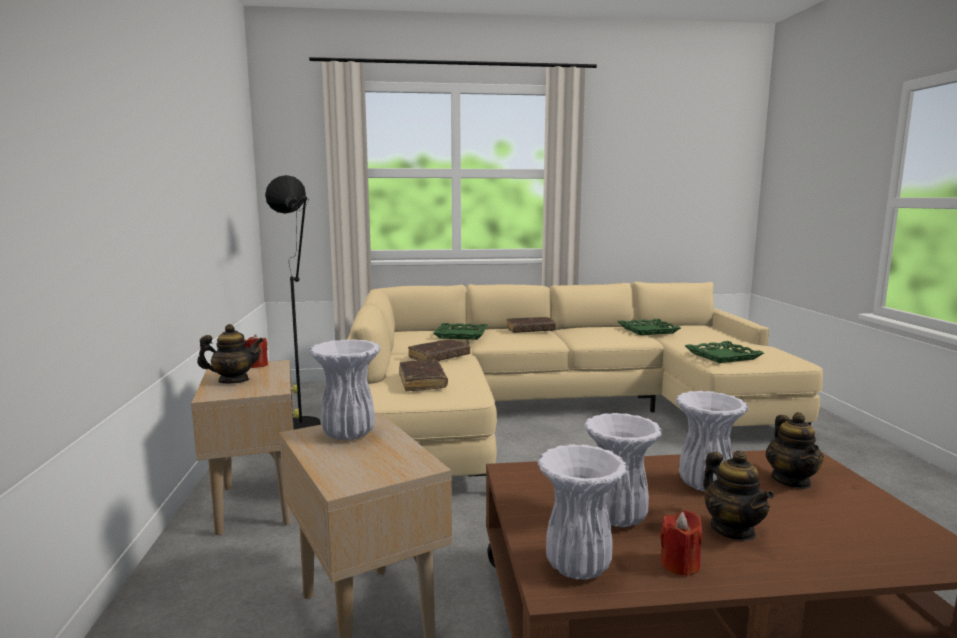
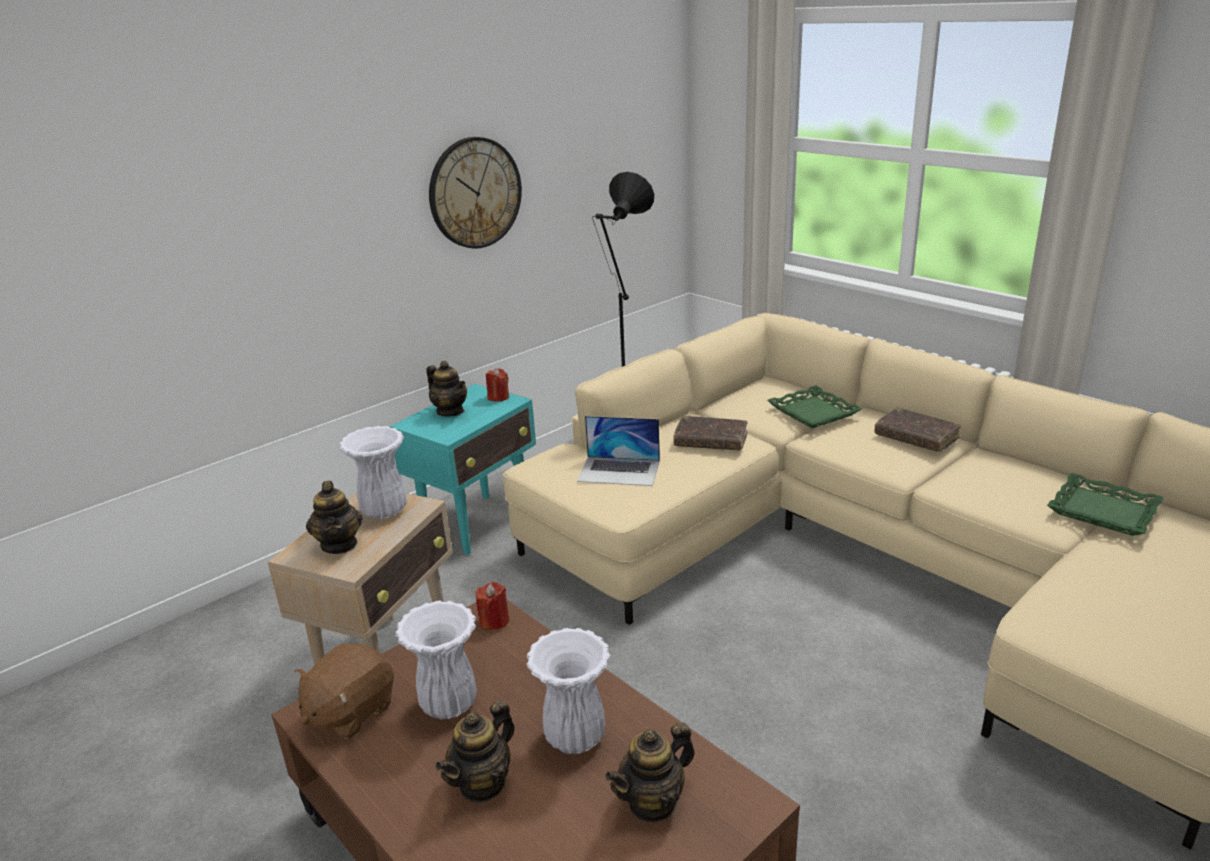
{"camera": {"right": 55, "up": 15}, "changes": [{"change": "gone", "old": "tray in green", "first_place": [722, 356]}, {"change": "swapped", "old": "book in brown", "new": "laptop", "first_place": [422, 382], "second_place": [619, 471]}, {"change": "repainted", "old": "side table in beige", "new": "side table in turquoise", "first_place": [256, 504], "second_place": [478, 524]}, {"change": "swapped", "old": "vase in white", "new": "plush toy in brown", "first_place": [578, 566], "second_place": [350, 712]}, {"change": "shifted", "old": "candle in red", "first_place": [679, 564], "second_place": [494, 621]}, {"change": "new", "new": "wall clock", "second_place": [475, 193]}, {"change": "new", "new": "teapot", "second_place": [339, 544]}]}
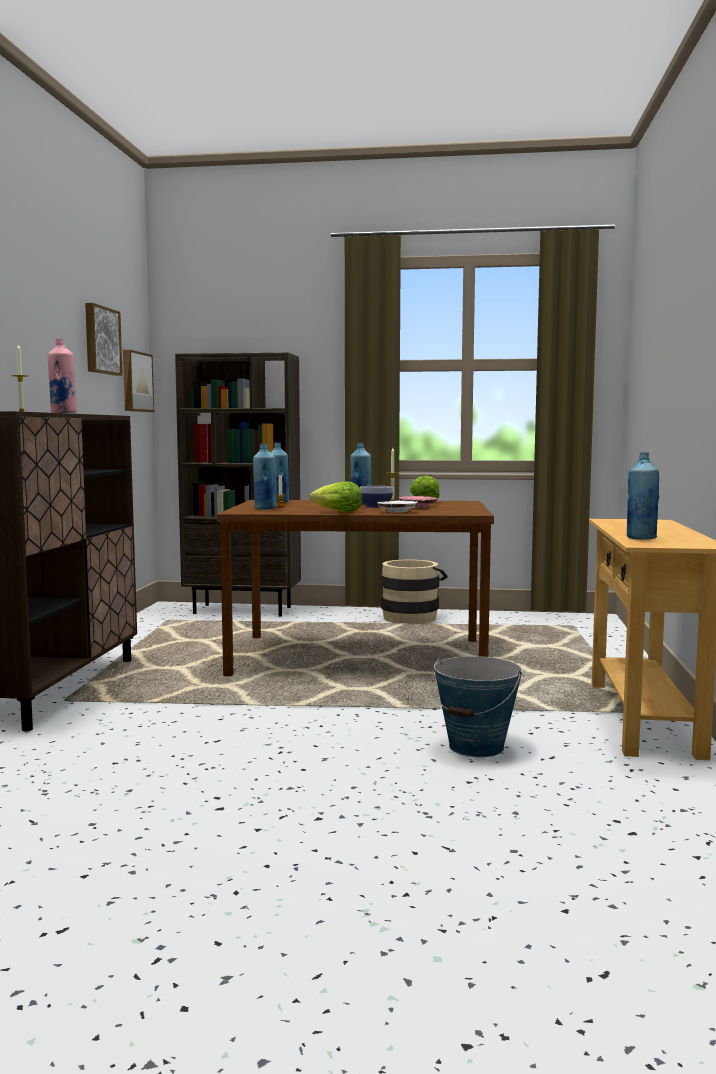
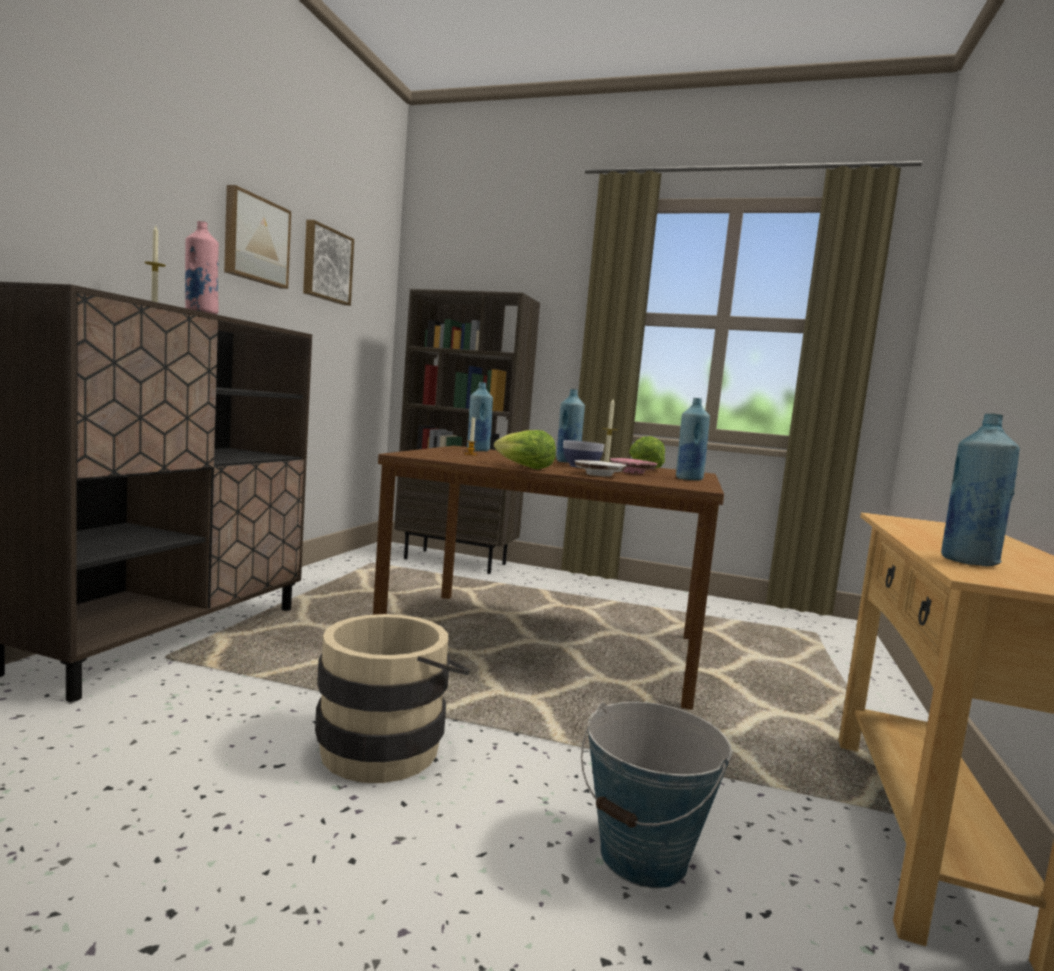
{"camera": {"right": 10, "up": 0}, "changes": [{"change": "shifted", "old": "picture", "first_place": [135, 382], "second_place": [255, 240]}, {"change": "shifted", "old": "bottle in blue", "first_place": [265, 508], "second_place": [688, 479]}, {"change": "shifted", "old": "bucket in beige", "first_place": [411, 617], "second_place": [389, 745]}]}
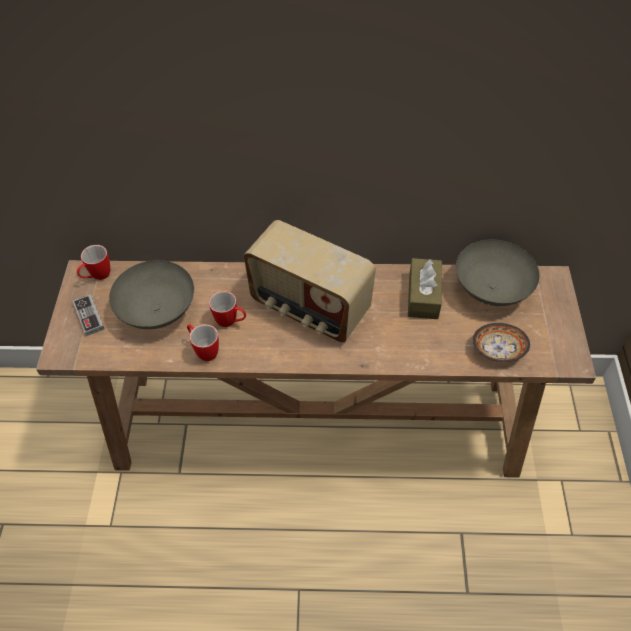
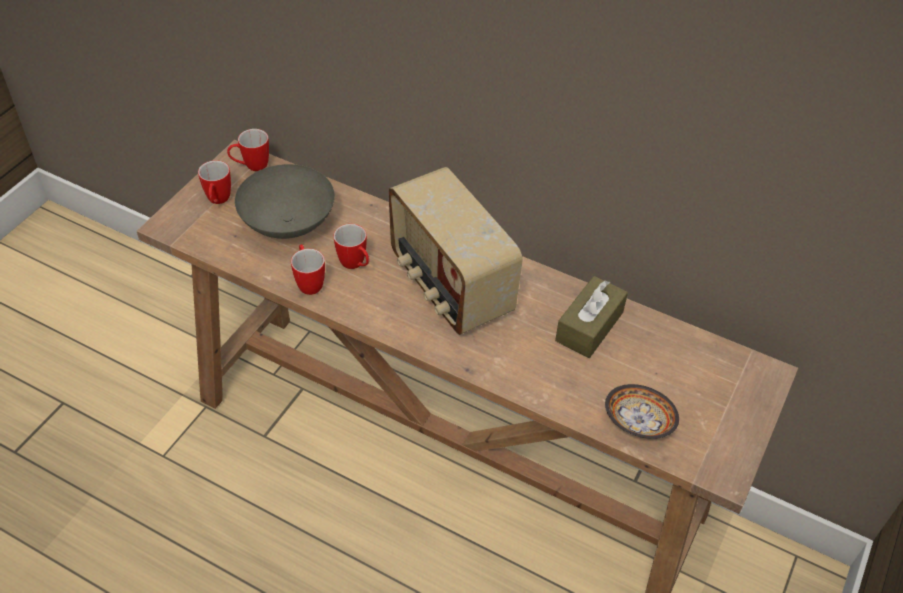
{"camera": {"right": 25, "up": -5}, "changes": [{"change": "gone", "old": "bowl in grey", "first_place": [492, 290]}, {"change": "swapped", "old": "game controller", "new": "mug", "first_place": [89, 316], "second_place": [218, 201]}]}
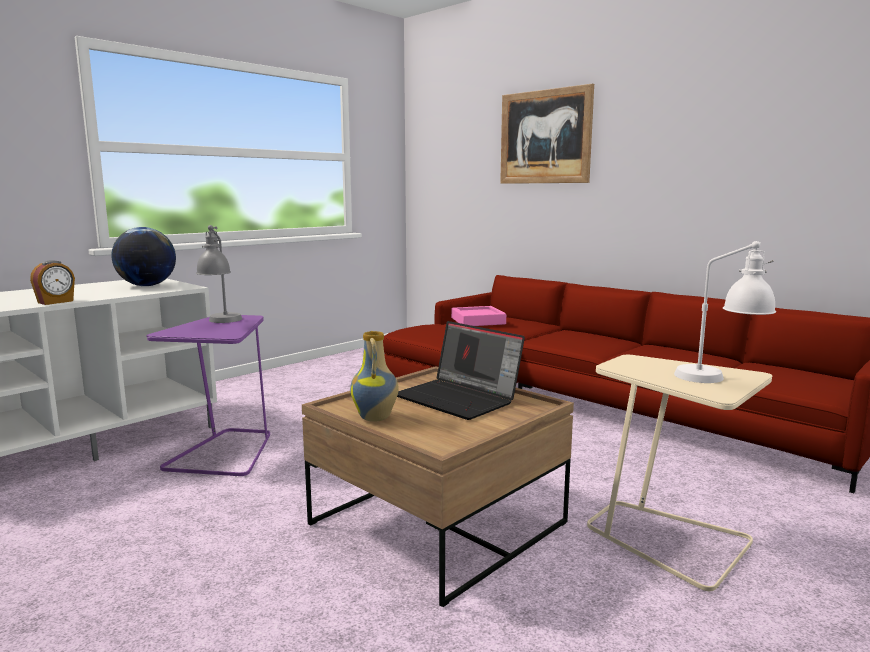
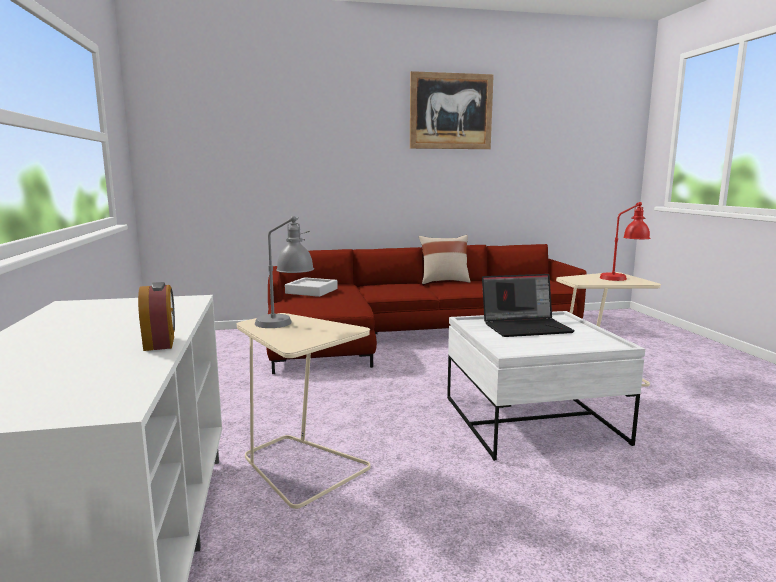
{"camera": {"right": -55, "up": 0}, "changes": [{"change": "shifted", "old": "picture", "first_place": [545, 137], "second_place": [451, 111]}, {"change": "gone", "old": "globe", "first_place": [147, 286]}, {"change": "repainted", "old": "table lamp in white", "new": "table lamp in red", "first_place": [720, 380], "second_place": [622, 277]}, {"change": "repainted", "old": "tray in pink", "new": "tray in grey", "first_place": [478, 321], "second_place": [311, 291]}, {"change": "repainted", "old": "side table in purple", "new": "side table in beige", "first_place": [225, 453], "second_place": [301, 467]}, {"change": "gone", "old": "vase", "first_place": [376, 418]}, {"change": "repainted", "old": "coffee table in brown", "new": "coffee table in white", "first_place": [438, 523], "second_place": [531, 420]}, {"change": "new", "new": "pillow in beige", "second_place": [444, 281]}]}
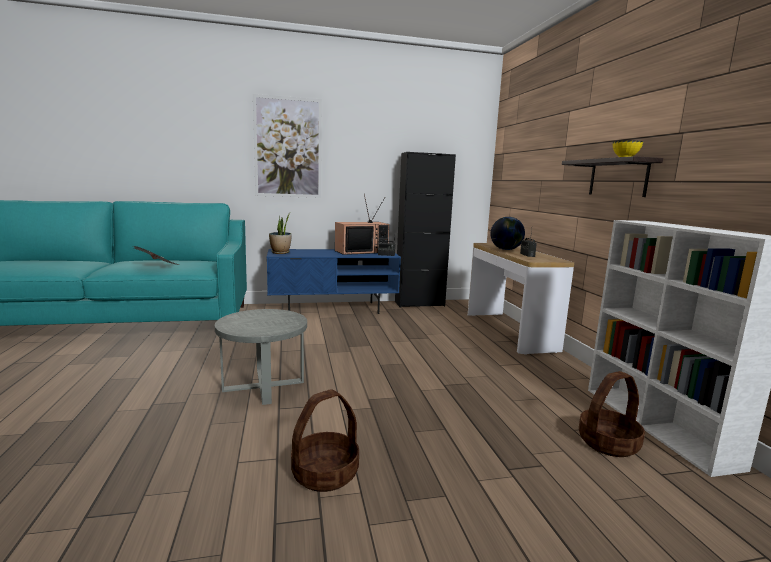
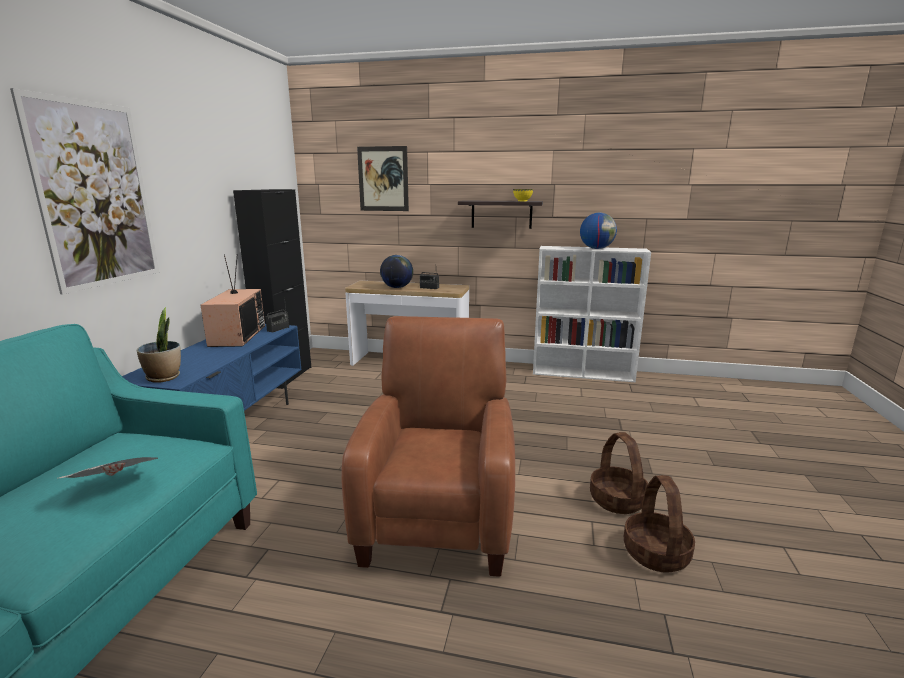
{"camera": {"right": -65, "up": 5}, "changes": [{"change": "swapped", "old": "side table in grey", "new": "armchair in brown", "first_place": [263, 385], "second_place": [439, 513]}, {"change": "shifted", "old": "basket", "first_place": [608, 443], "second_place": [656, 553]}, {"change": "new", "new": "picture", "second_place": [383, 179]}, {"change": "new", "new": "globe", "second_place": [596, 248]}]}
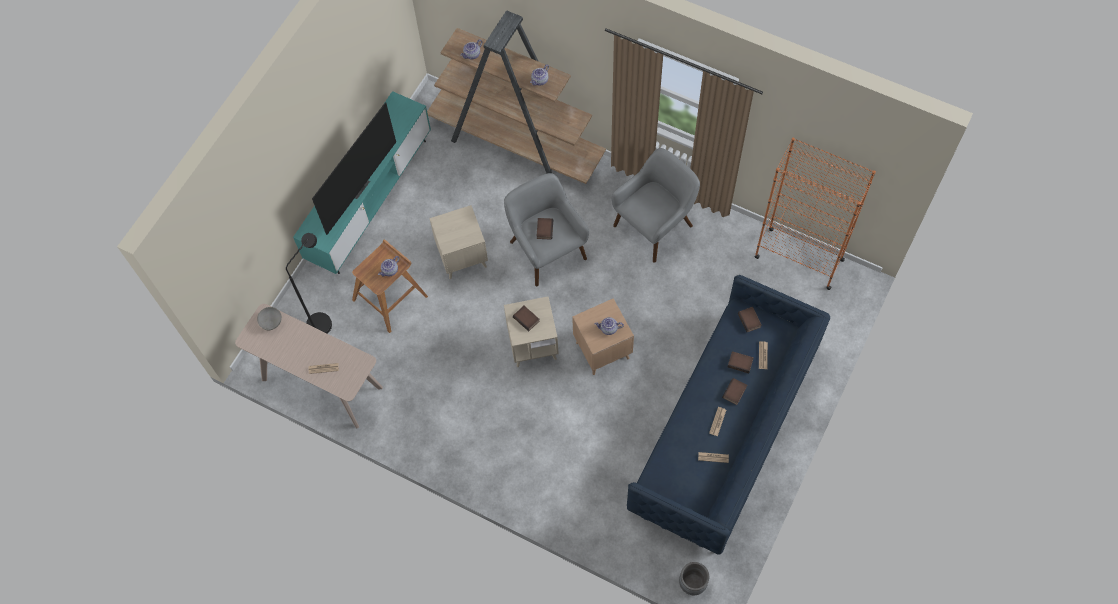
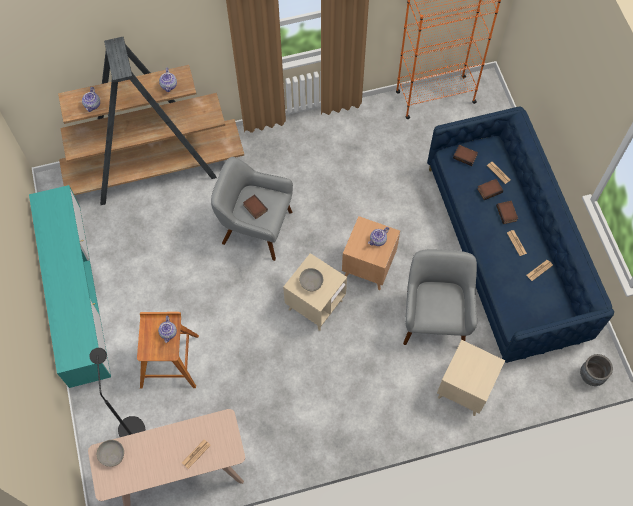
{"camera": {"right": -45, "up": 0}, "changes": [{"change": "gone", "old": "television", "first_place": [357, 186]}, {"change": "shifted", "old": "armchair in grey", "first_place": [654, 226], "second_place": [434, 317]}, {"change": "shifted", "old": "side table in beige", "first_place": [462, 257], "second_place": [464, 389]}, {"change": "swapped", "old": "book", "new": "bowl in grey", "first_place": [527, 319], "second_place": [311, 282]}]}
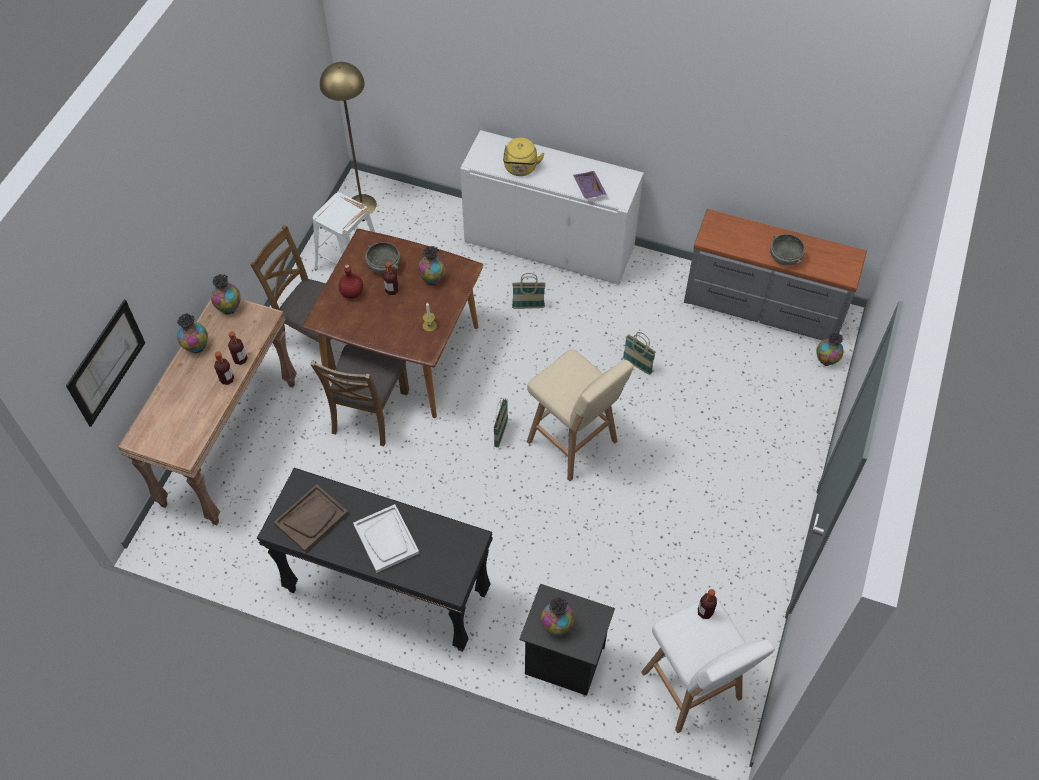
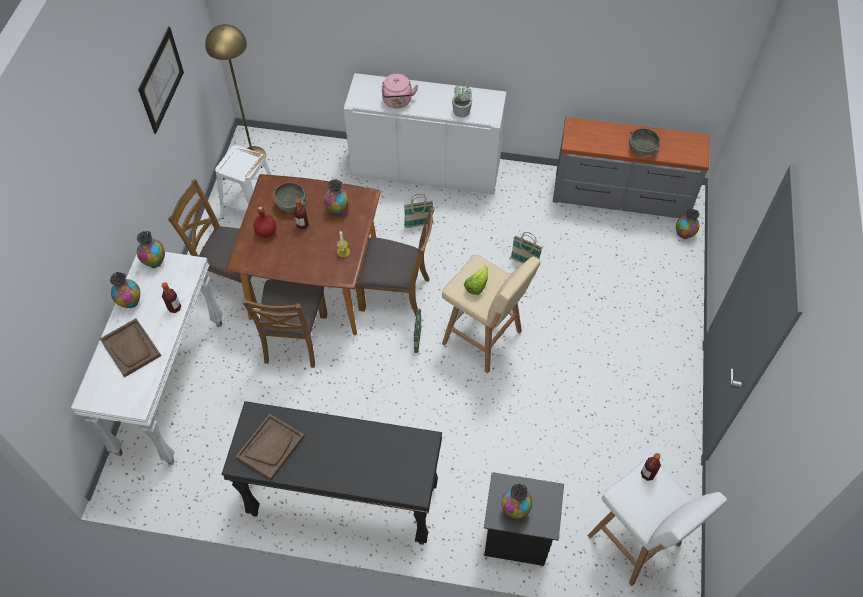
{"camera": {"right": -10, "up": 0}, "changes": [{"change": "repainted", "old": "kettle in yellow", "new": "kettle in pink", "first_place": [520, 169], "second_place": [397, 102]}, {"change": "swapped", "old": "tray in purple", "new": "potted plant", "first_place": [588, 188], "second_place": [461, 111]}, {"change": "repainted", "old": "console table in brown", "new": "console table in white", "first_place": [229, 442], "second_place": [171, 386]}, {"change": "shifted", "old": "picture", "first_place": [106, 362], "second_place": [161, 80]}, {"change": "gone", "old": "bottle", "first_place": [227, 379]}, {"change": "gone", "old": "tray in white", "first_place": [386, 539]}, {"change": "new", "new": "chair in brown", "second_place": [395, 293]}, {"change": "new", "new": "lettuce", "second_place": [476, 286]}, {"change": "new", "new": "tray in brown", "second_place": [131, 348]}]}
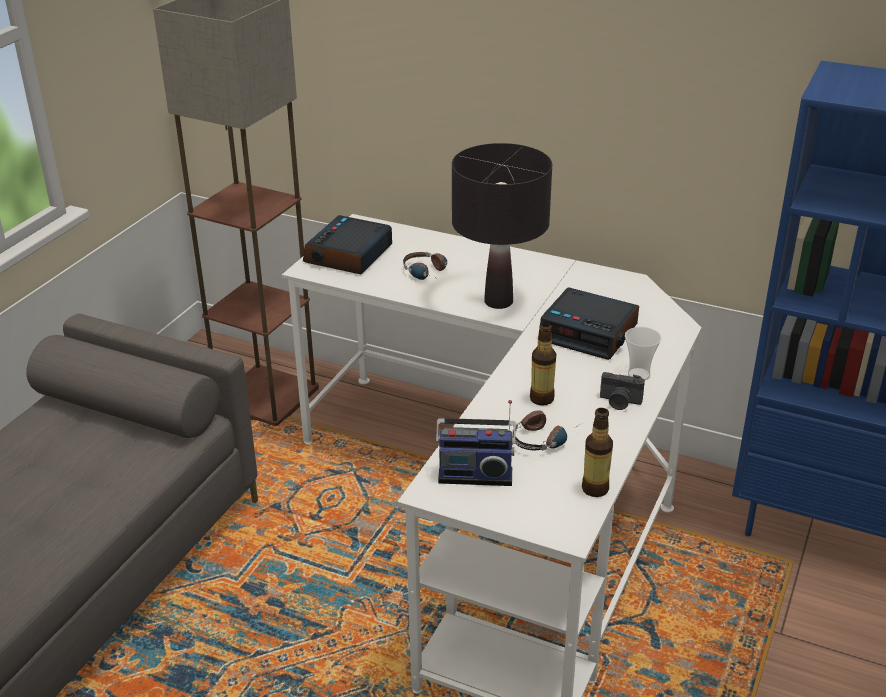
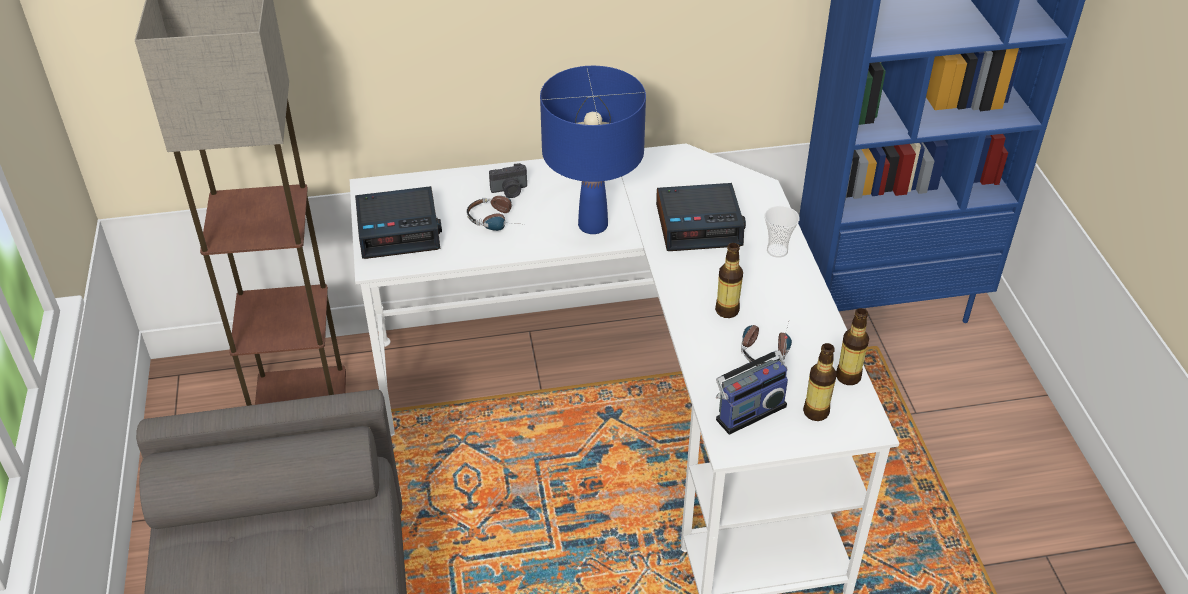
{"camera": {"right": -35, "up": 10}, "changes": [{"change": "repainted", "old": "table lamp in black", "new": "table lamp in blue", "first_place": [498, 302], "second_place": [593, 225]}, {"change": "rotated", "old": "alarm clock", "first_place": [349, 255], "second_place": [399, 230], "degrees": -90}, {"change": "shifted", "old": "photo camera", "first_place": [619, 402], "second_place": [510, 191]}, {"change": "new", "new": "bottle", "second_place": [816, 412]}]}
